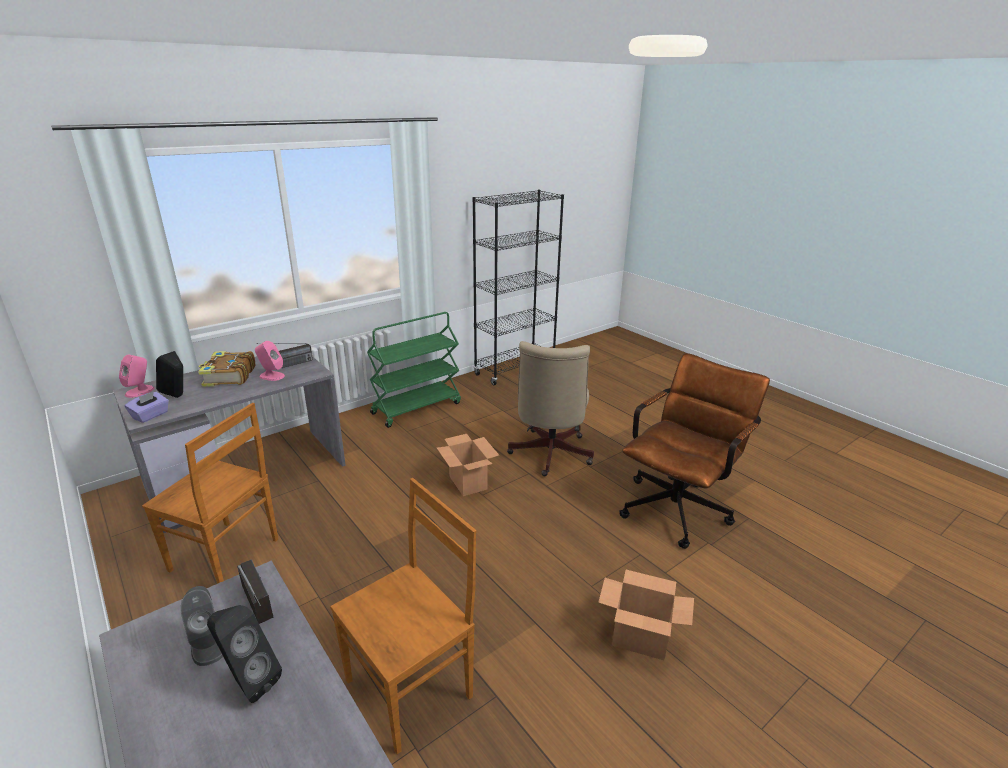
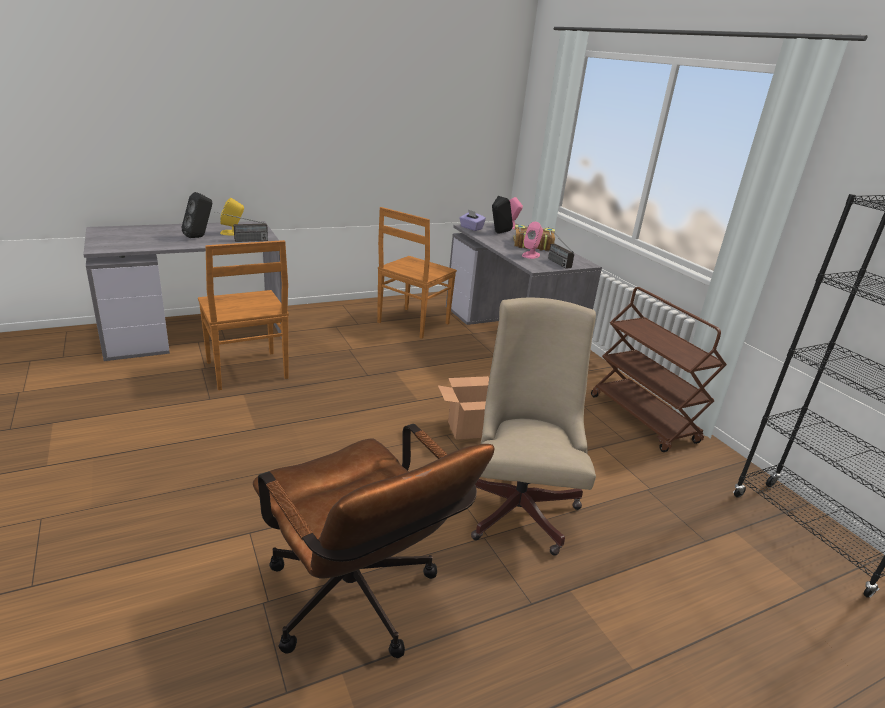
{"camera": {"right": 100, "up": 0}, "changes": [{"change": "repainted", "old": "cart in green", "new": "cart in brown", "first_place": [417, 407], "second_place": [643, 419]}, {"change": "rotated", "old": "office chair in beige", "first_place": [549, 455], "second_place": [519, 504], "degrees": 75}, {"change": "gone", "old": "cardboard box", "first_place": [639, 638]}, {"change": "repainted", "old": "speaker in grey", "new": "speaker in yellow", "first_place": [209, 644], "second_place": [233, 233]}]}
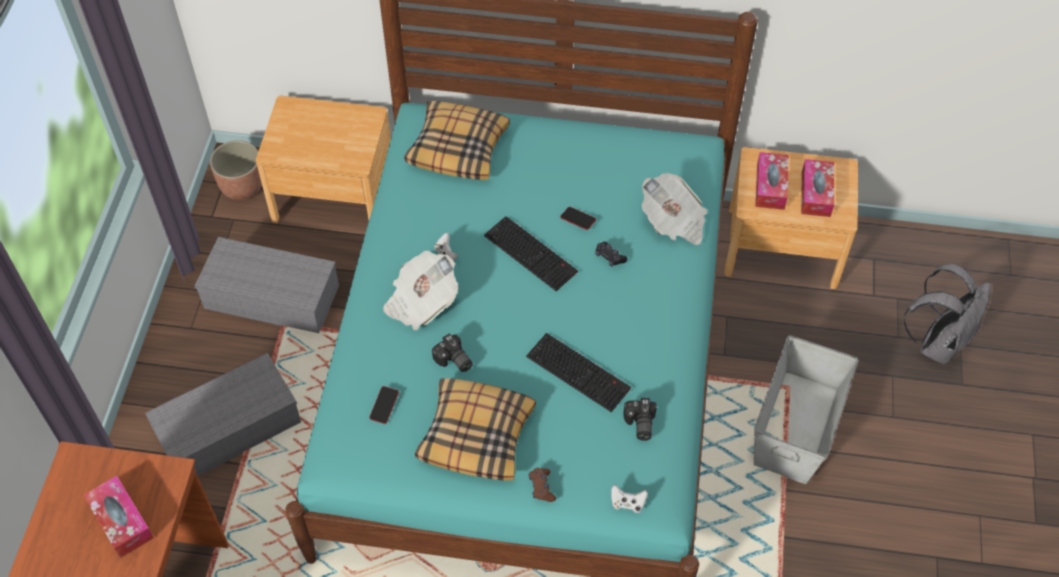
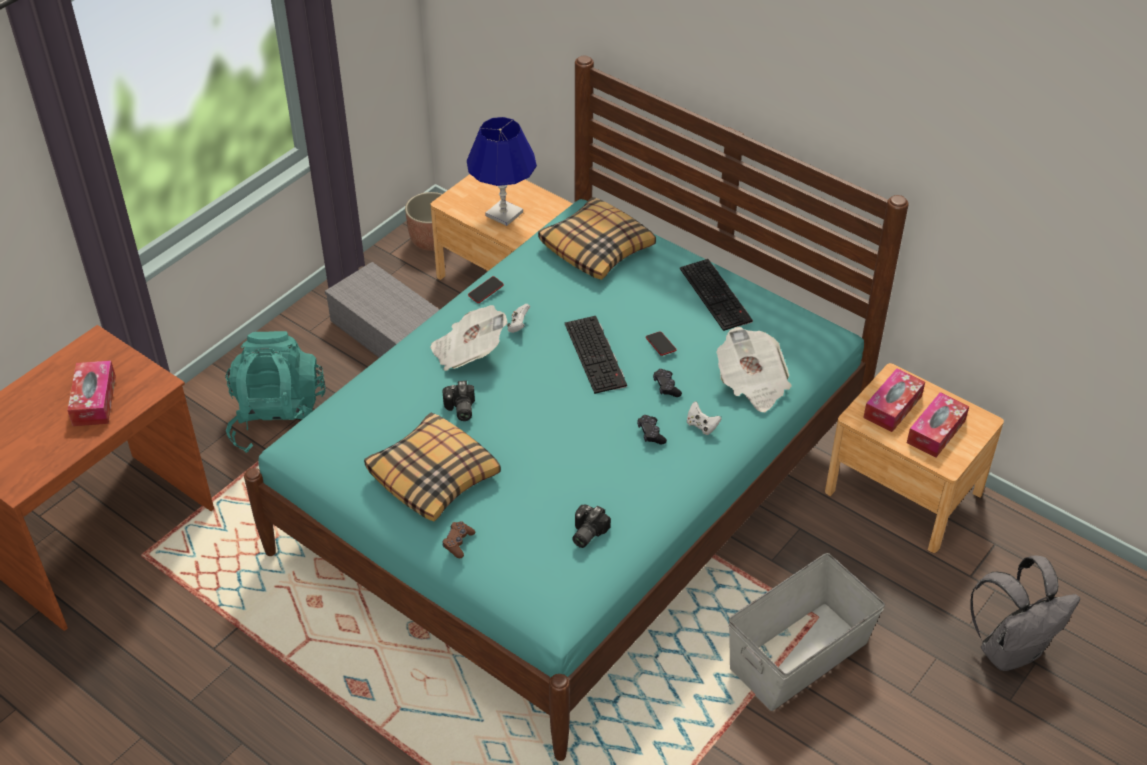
{"camera": {"right": 30, "up": -10}, "changes": [{"change": "shifted", "old": "keyboard", "first_place": [580, 372], "second_place": [717, 295]}, {"change": "swapped", "old": "storage box in grey", "new": "backpack in turquoise", "first_place": [228, 430], "second_place": [279, 422]}, {"change": "shifted", "old": "phone", "first_place": [384, 406], "second_place": [486, 292]}, {"change": "shifted", "old": "game controller in white", "first_place": [627, 503], "second_place": [701, 426]}, {"change": "new", "new": "table lamp in blue", "second_place": [503, 214]}, {"change": "new", "new": "game controller in black", "second_place": [651, 434]}]}
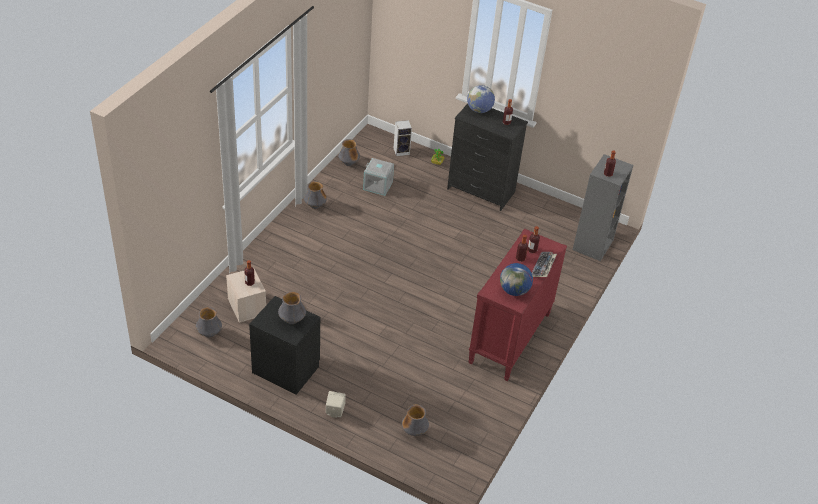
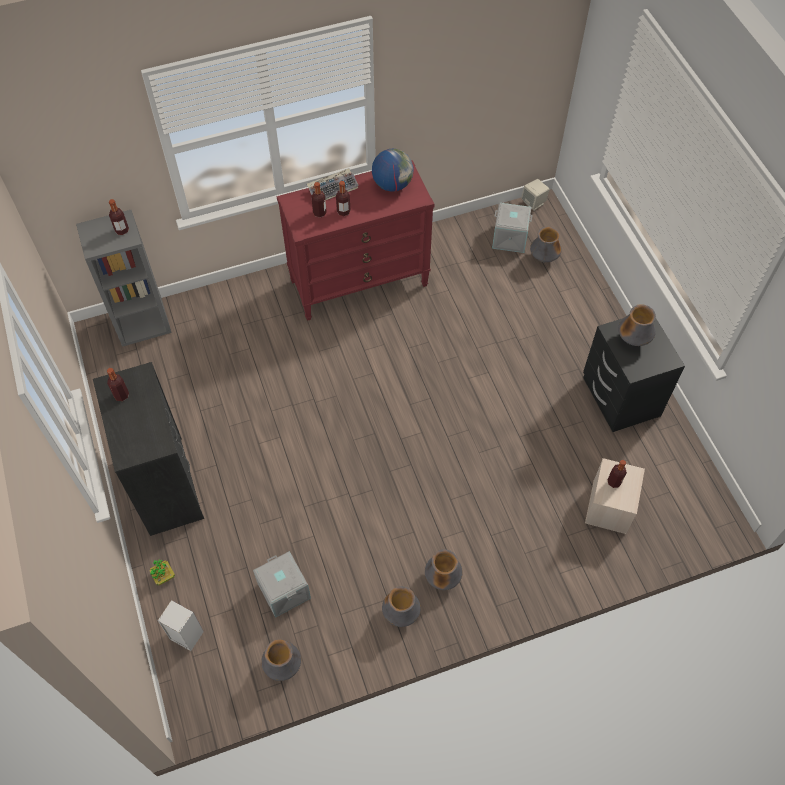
{"camera": {"right": -135, "up": 15}, "changes": [{"change": "gone", "old": "globe", "first_place": [479, 110]}, {"change": "shifted", "old": "vase", "first_place": [209, 334], "second_place": [442, 578]}, {"change": "shifted", "old": "speaker in beige", "first_place": [335, 411], "second_place": [533, 203]}, {"change": "new", "new": "storage box in grey", "second_place": [509, 238]}]}
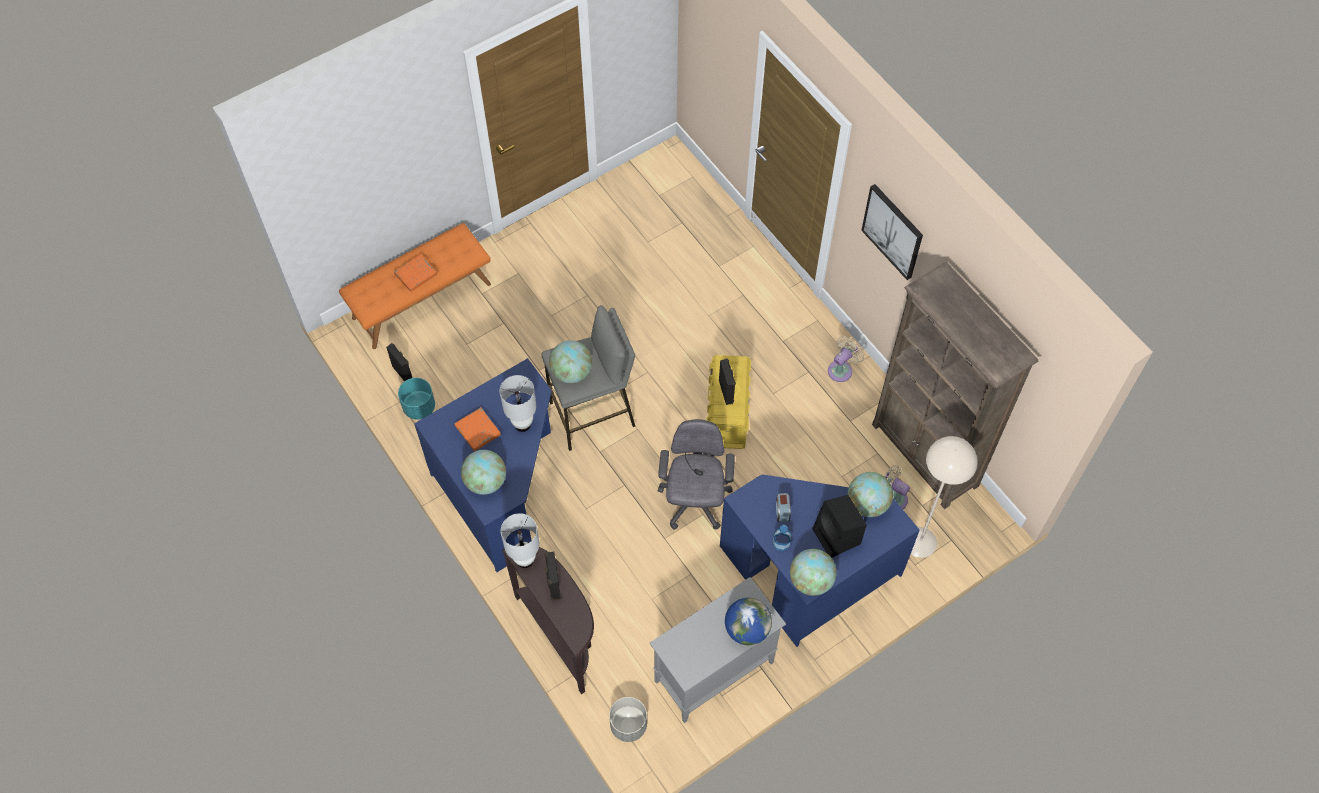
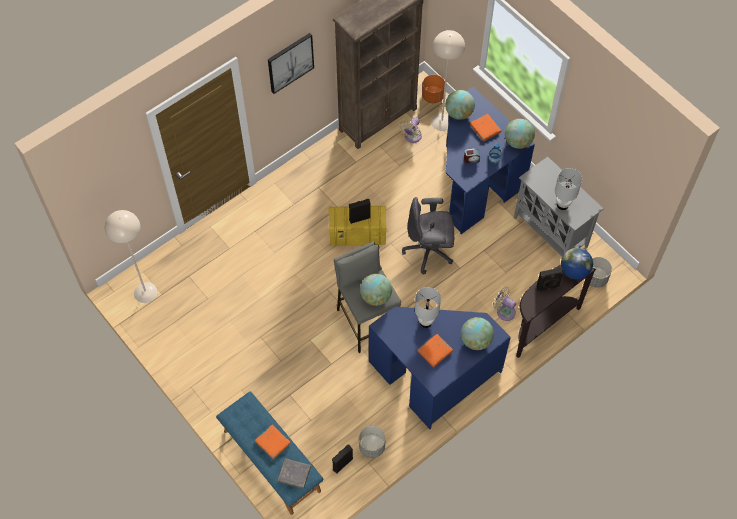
{"camera": {"right": -95, "up": 0}, "changes": [{"change": "repainted", "old": "bench in orange", "new": "bench in blue", "first_place": [421, 300], "second_place": [271, 461]}, {"change": "shifted", "old": "fan in beige", "first_place": [842, 369], "second_place": [504, 311]}, {"change": "repainted", "old": "planter in turquoise", "new": "planter in grey", "first_place": [419, 407], "second_place": [371, 447]}, {"change": "swapped", "old": "speaker in black", "new": "book in orange", "first_place": [837, 537], "second_place": [485, 128]}, {"change": "shifted", "old": "table lamp in white", "first_place": [524, 559], "second_place": [562, 205]}, {"change": "shifted", "old": "globe", "first_place": [747, 629], "second_place": [574, 271]}, {"change": "new", "new": "planter in orange", "second_place": [432, 96]}, {"change": "new", "new": "floor lamp in beige", "second_place": [146, 292]}, {"change": "new", "new": "book in grey", "second_place": [294, 474]}]}
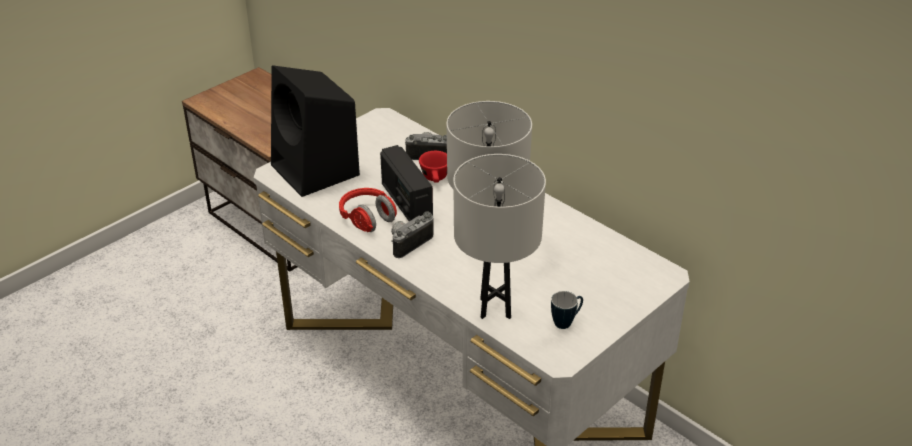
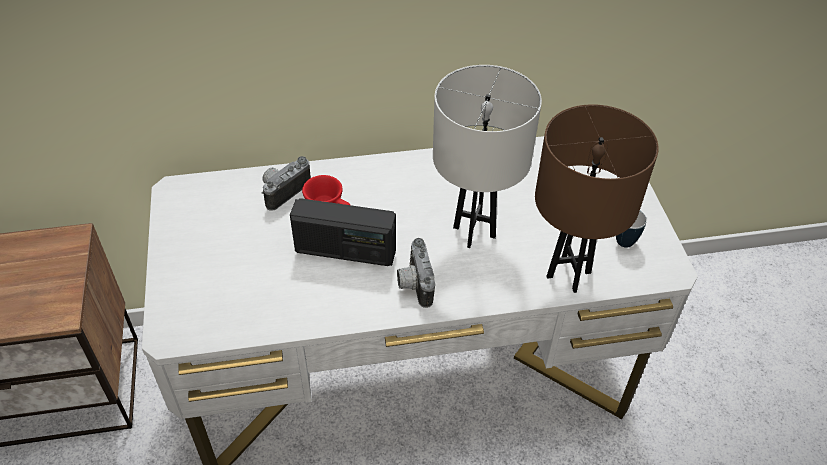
{"camera": {"right": -55, "up": 10}, "changes": [{"change": "gone", "old": "speaker in black", "first_place": [317, 171]}, {"change": "repainted", "old": "table lamp in white", "new": "table lamp in brown", "first_place": [495, 308], "second_place": [568, 275]}, {"change": "gone", "old": "headphones in red", "first_place": [367, 219]}]}
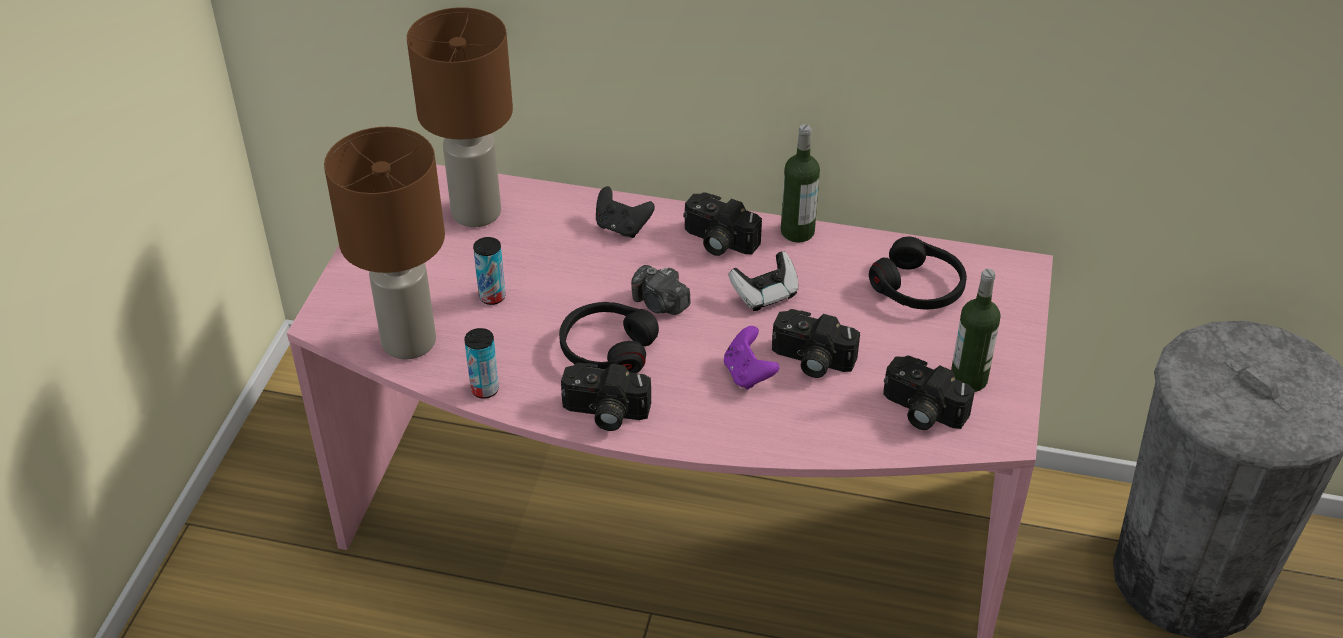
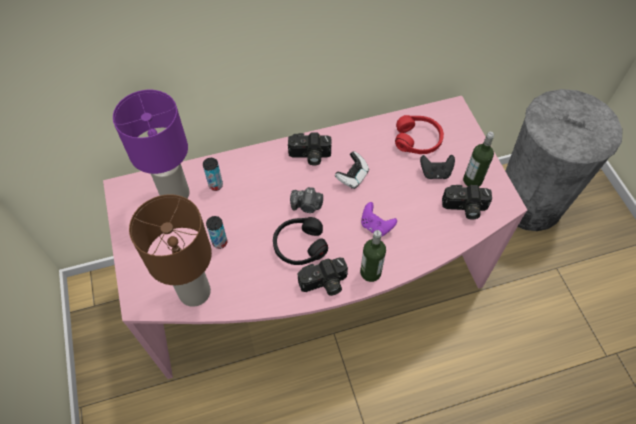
{"camera": {"right": -30, "up": 15}, "changes": [{"change": "repainted", "old": "table lamp in brown", "new": "table lamp in purple", "first_place": [475, 211], "second_place": [174, 194]}, {"change": "shifted", "old": "bottle", "first_place": [797, 232], "second_place": [370, 272]}, {"change": "shifted", "old": "game controller in black", "first_place": [622, 227], "second_place": [435, 173]}, {"change": "repainted", "old": "headphones in black", "new": "headphones in red", "first_place": [918, 287], "second_place": [418, 140]}, {"change": "gone", "old": "photo camera", "first_place": [810, 361]}, {"change": "shifted", "old": "can", "first_place": [485, 389], "second_place": [215, 185]}]}
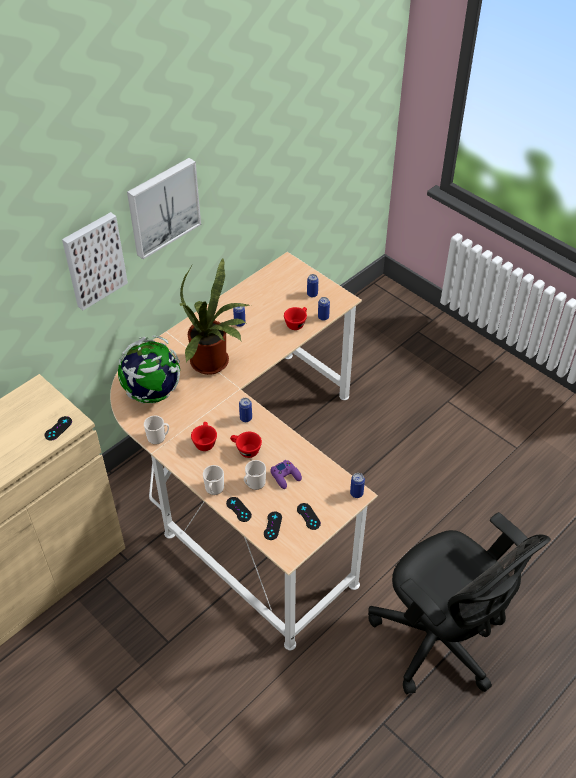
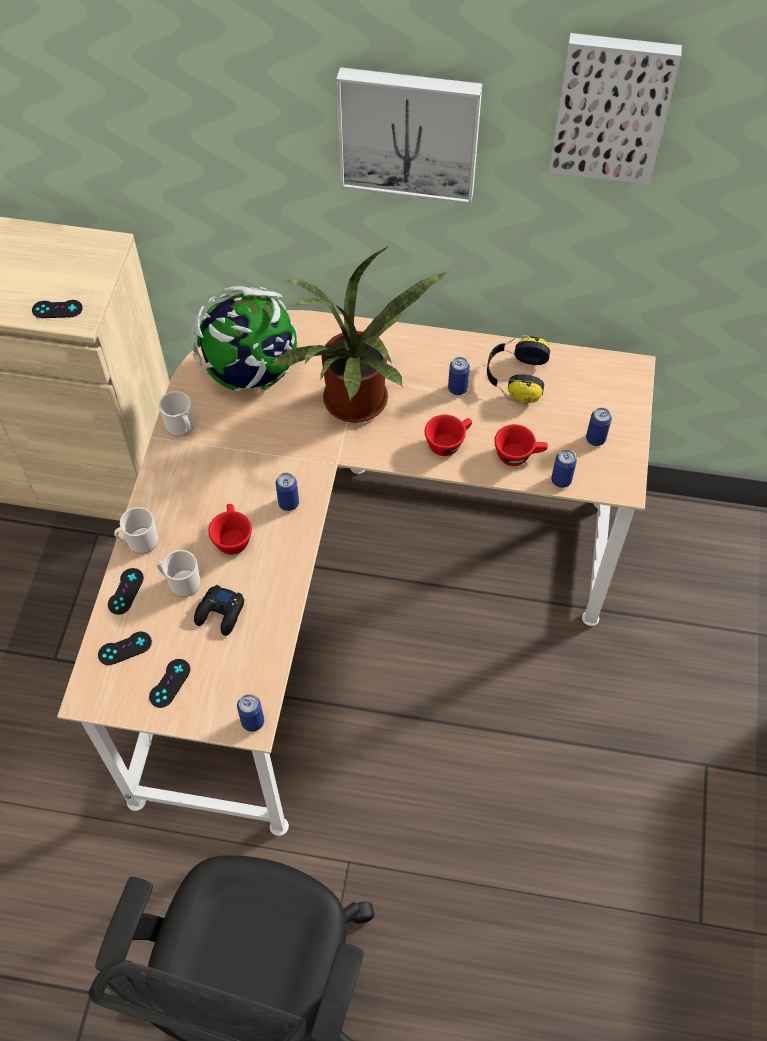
{"camera": {"right": 55, "up": 10}, "changes": [{"change": "shifted", "old": "picture", "first_place": [93, 260], "second_place": [612, 107]}, {"change": "shifted", "old": "cup in red", "first_place": [204, 441], "second_place": [448, 442]}, {"change": "repainted", "old": "game controller in purple", "new": "game controller in black", "first_place": [286, 476], "second_place": [220, 613]}, {"change": "new", "new": "headphones", "second_place": [515, 377]}]}
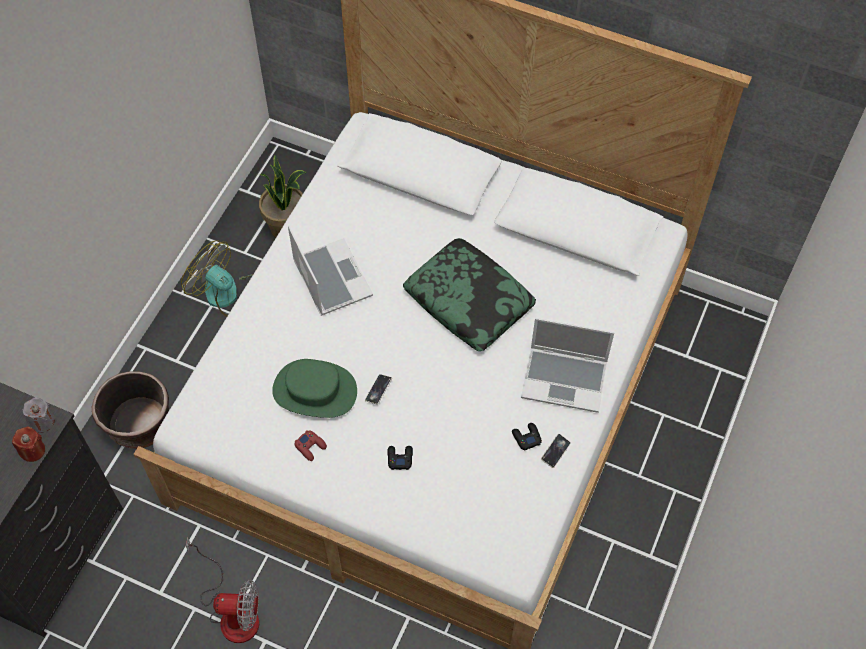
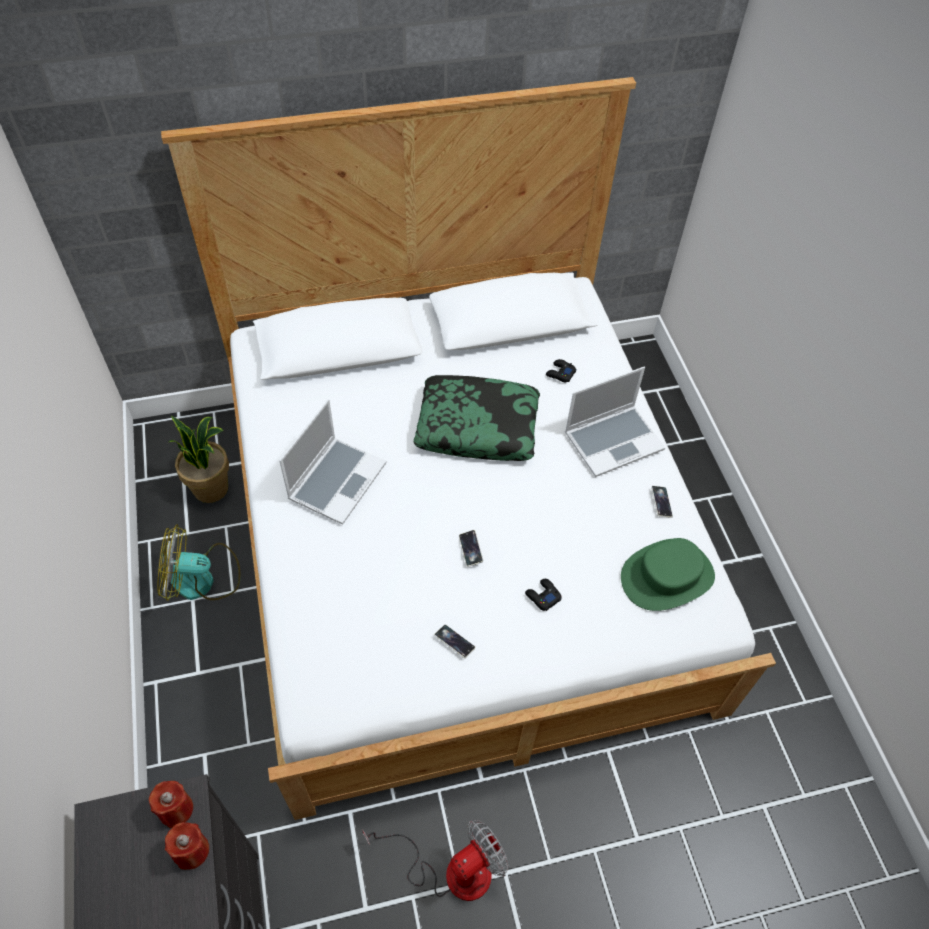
{"camera": {"right": -40, "up": -5}, "changes": [{"change": "rotated", "old": "laptop", "first_place": [330, 278], "second_place": [337, 480], "degrees": 90}, {"change": "shifted", "old": "hat in green", "first_place": [314, 391], "second_place": [667, 577]}, {"change": "gone", "old": "planter in brown", "first_place": [140, 424]}, {"change": "repainted", "old": "candle in grey", "new": "candle in red", "first_place": [42, 421], "second_place": [176, 809]}, {"change": "shifted", "old": "game controller in black", "first_place": [526, 437], "second_place": [560, 373]}, {"change": "swapped", "old": "game controller in red", "new": "phone", "first_place": [310, 446], "second_place": [454, 642]}]}
